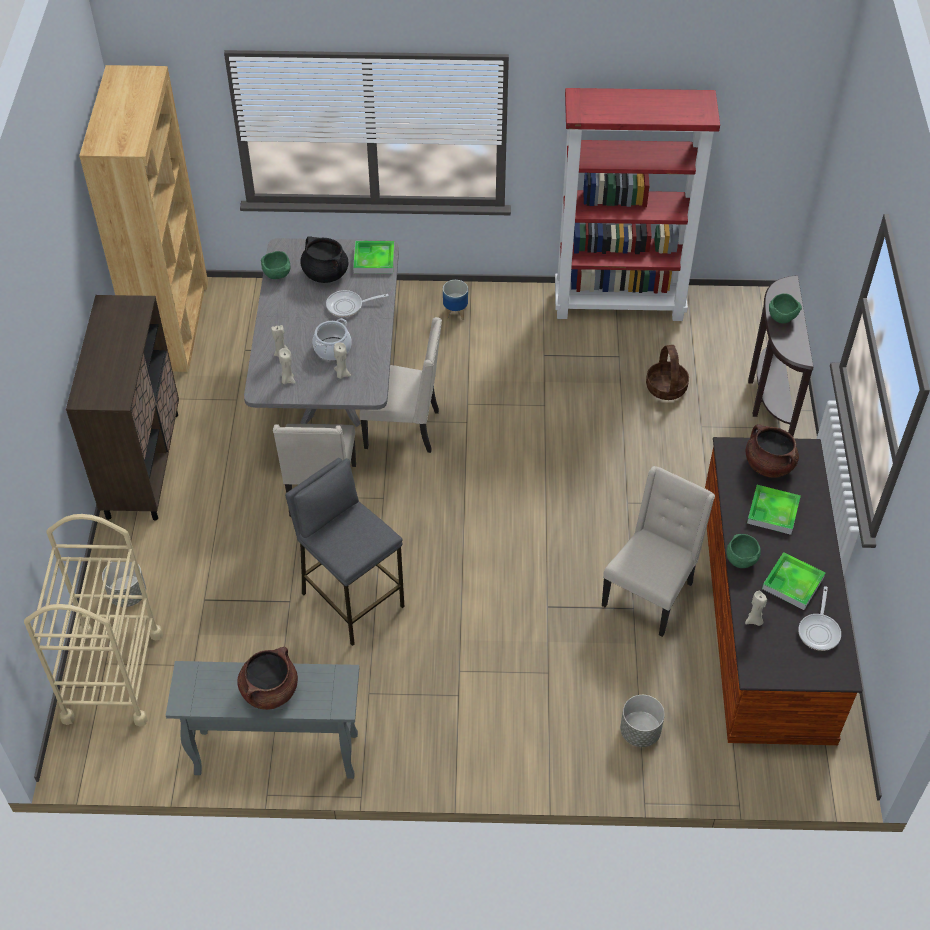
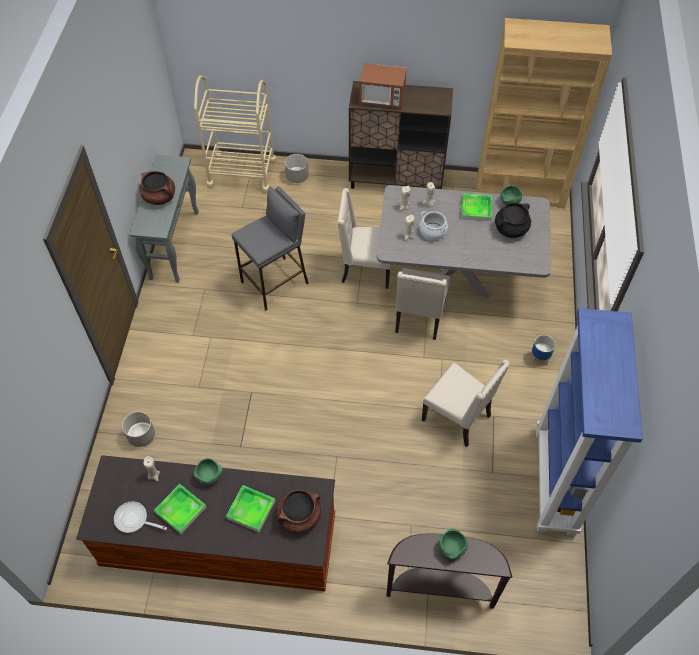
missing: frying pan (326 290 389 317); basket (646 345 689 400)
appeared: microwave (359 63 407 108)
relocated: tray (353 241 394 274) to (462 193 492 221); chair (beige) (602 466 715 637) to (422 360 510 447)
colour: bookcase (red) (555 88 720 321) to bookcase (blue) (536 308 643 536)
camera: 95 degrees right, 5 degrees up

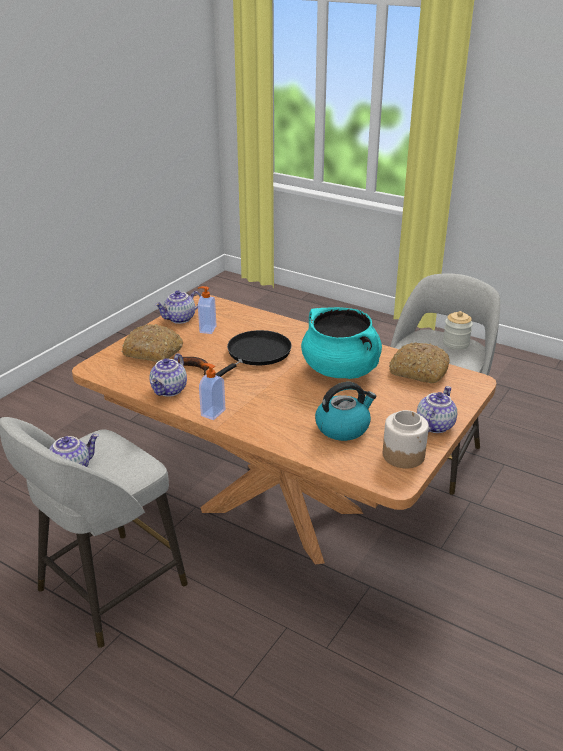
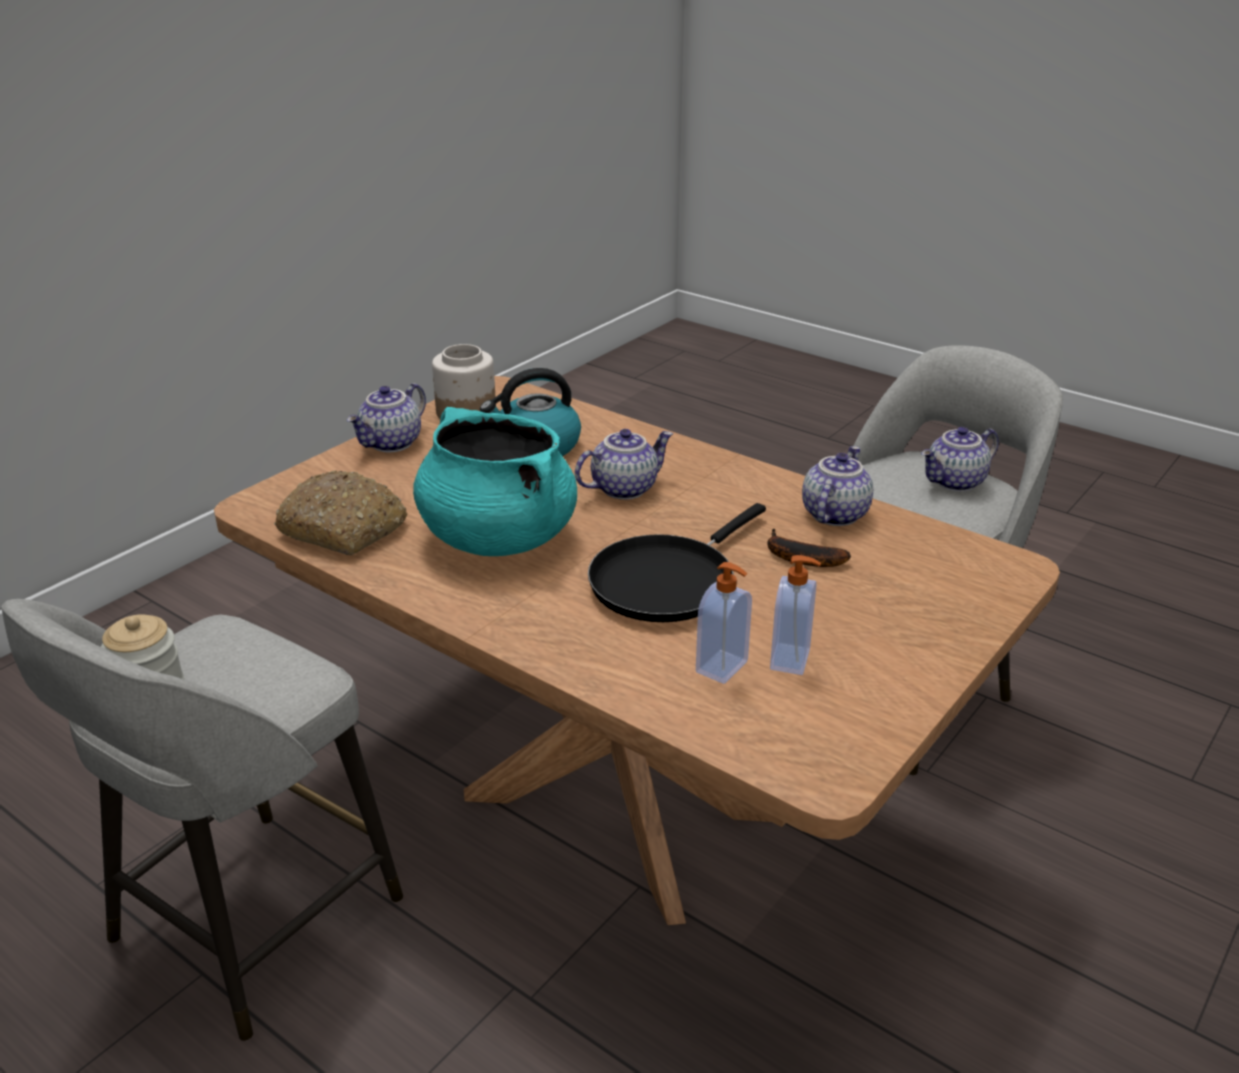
missing: bread (122 324 183 362)
relocated: teapot (155 290 201 324) to (575 429 673 500); soap dispenser (199 363 225 420) to (696 562 752 684)
camera: 175 degrees left, 0 degrees up

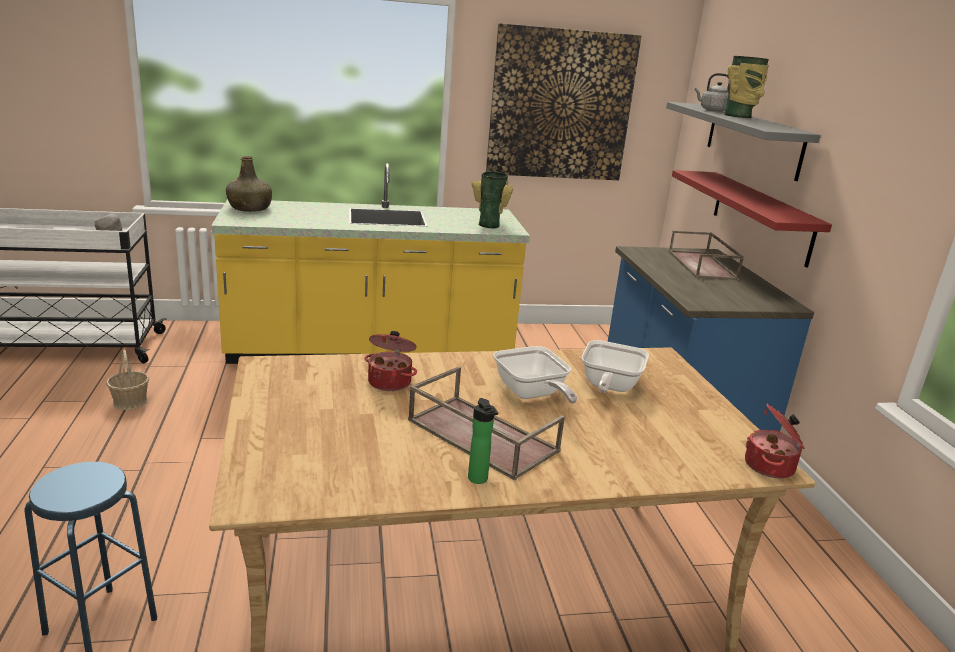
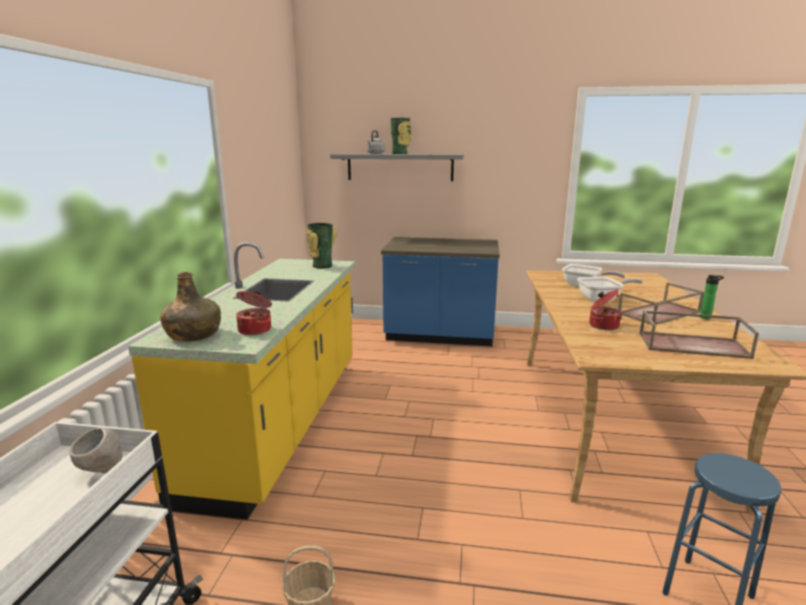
missing: picture (486 23 641 180); shelf (red) (672 170 832 268)
relocated: tray (brown) (669 230 744 280) to (639 310 759 359); cooking pot (745 404 804 479) to (236 290 272 335)
camera: 70 degrees left, 5 degrees down

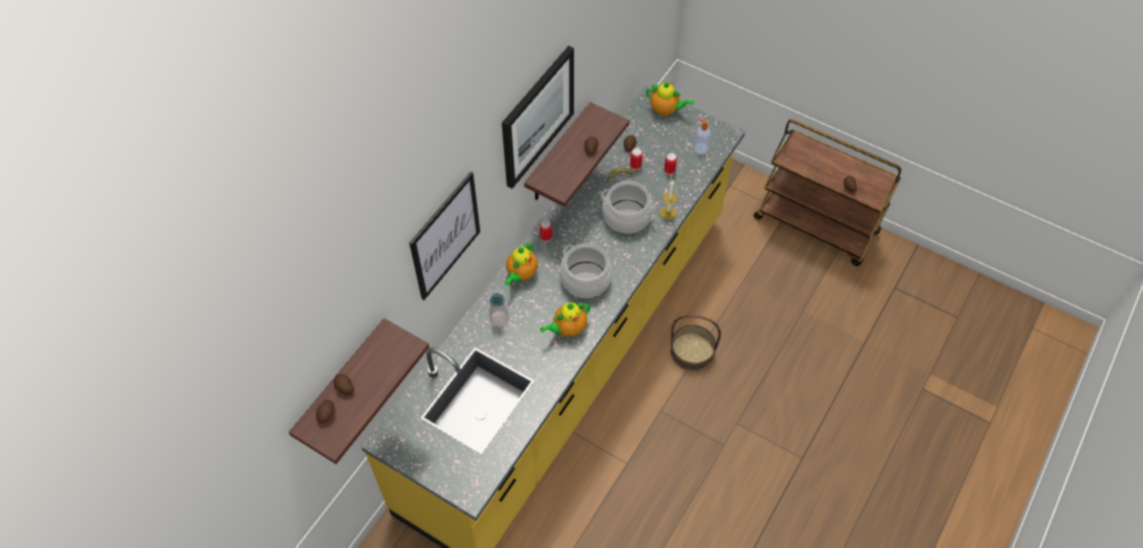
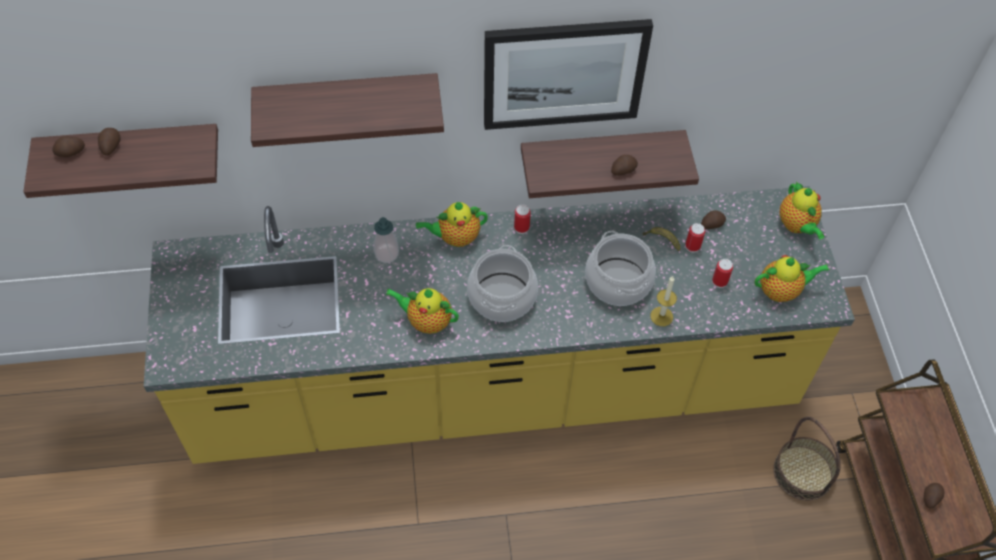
relocated: basket (670 315 721 371) to (773 417 841 501)
exchanged: soap dispenser (694 119 711 154) to teapot (754 255 829 302); picture (409 171 480 300) to shelf (251 73 444 147)
camera: 50 degrees right, 0 degrees up

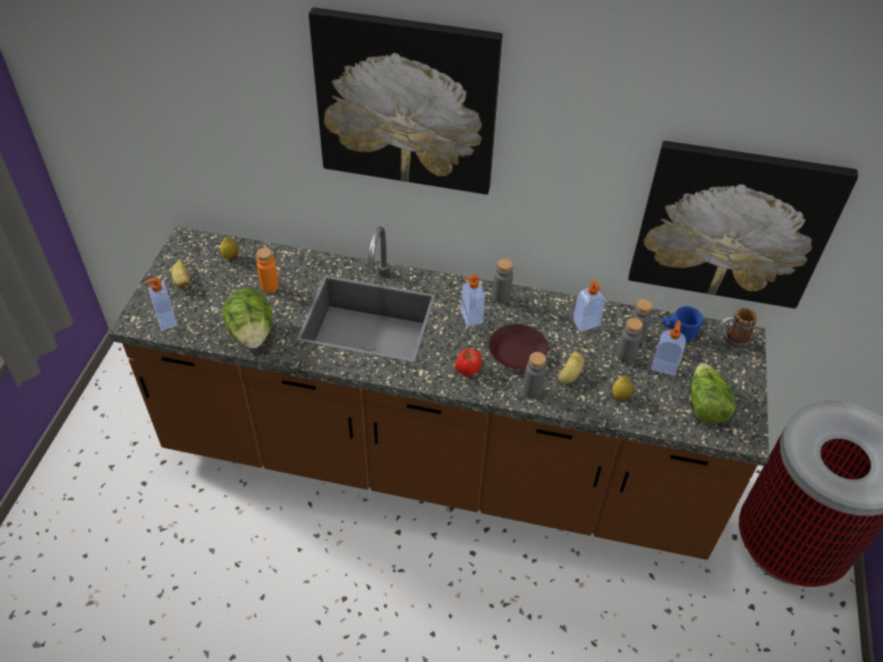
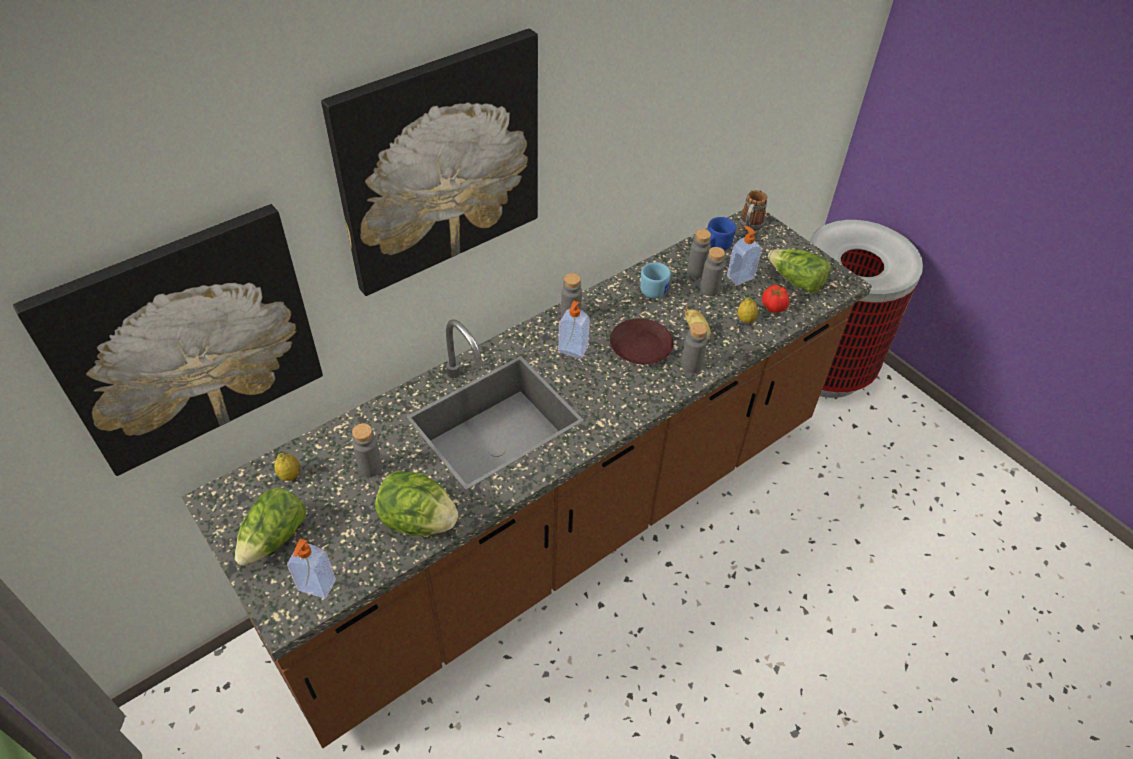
relocated: picture (628 141 858 308) to (13 204 323 476); tomato (455 349 482 376) to (762 285 790 313)
exchanged: banana (171 259 191 289) to lettuce (235 488 306 566); soap dispenser (573 280 605 332) to mug (blue) (640 262 671 298)
colour: bottle (orange) (256 248 279 293) to bottle (grey) (352 423 382 477)
camera: 50 degrees left, 0 degrees up

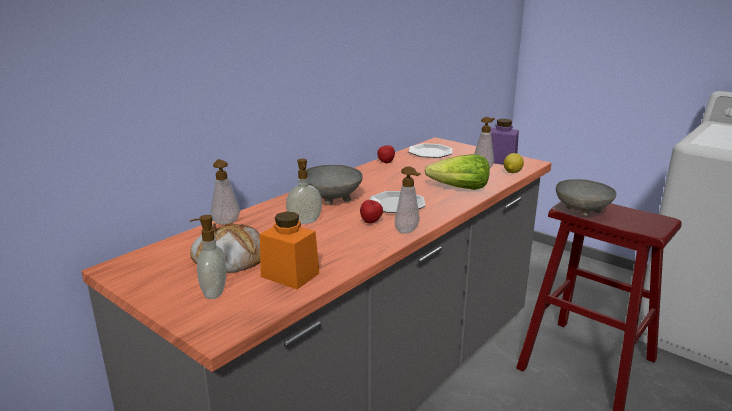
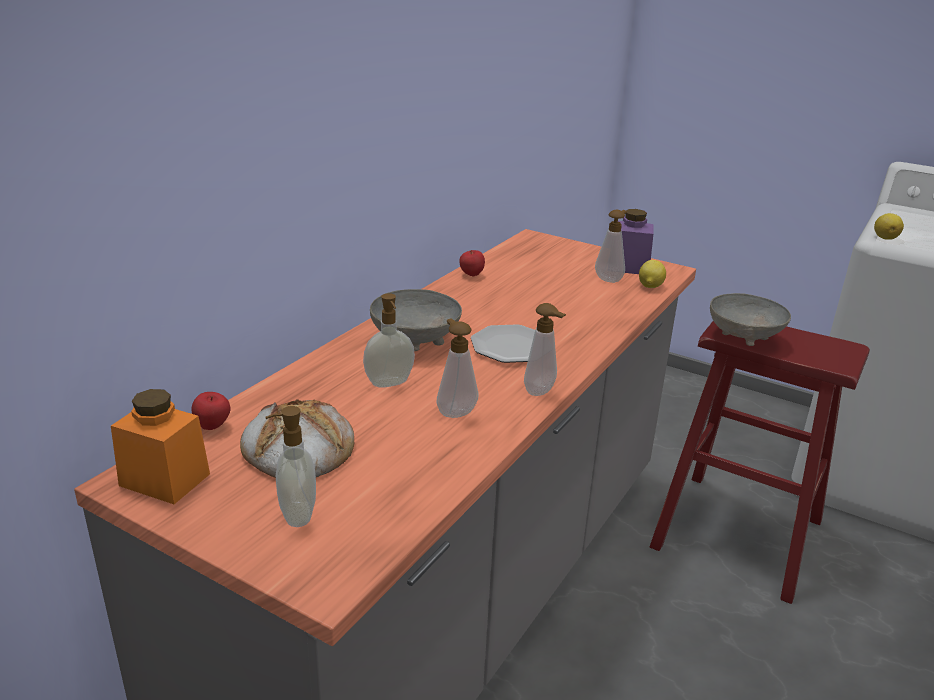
missing: plate (409 143 452 158); lettuce (425 154 490 190)
appeared: lemon (874 213 904 240)
relocated: soap dispenser (210 159 240 225) to (437 318 478 418); apple (360 200 383 224) to (192 392 231 430); jar (orange) (260 212 319 289) to (111 389 210 504)
camera: 10 degrees left, 5 degrees up

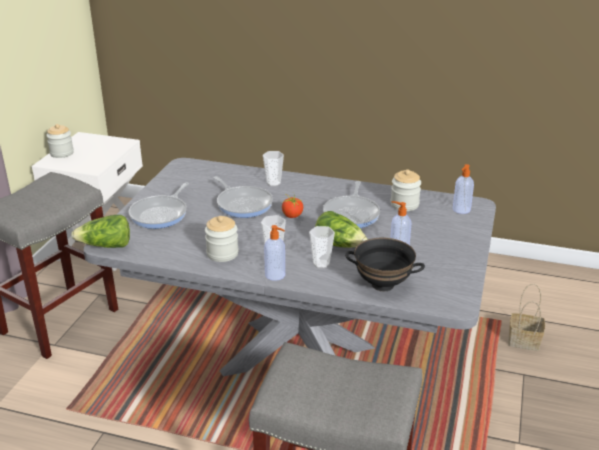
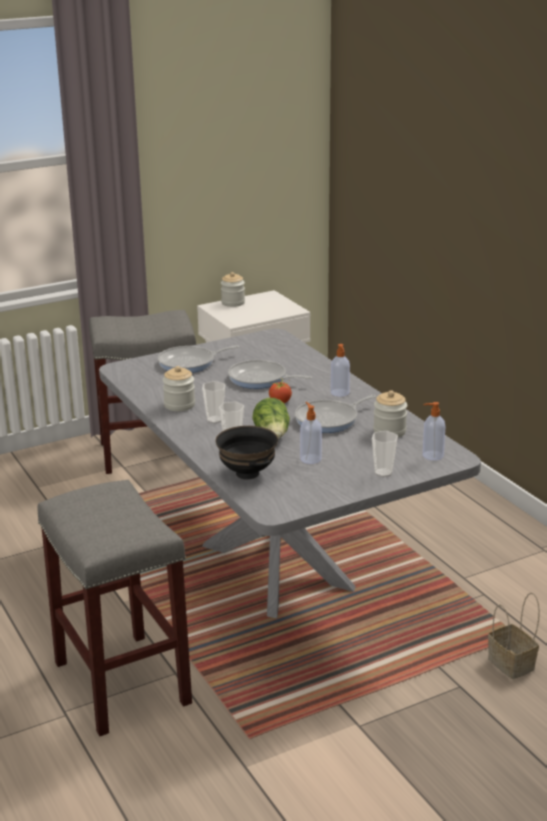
missing: lettuce (71 215 130 248)
relocated: cup (263 151 284 187) to (372 431 398 477); soap dispenser (264 225 285 281) to (331 344 350 396)
spun: frying pan (213 176 273 218) = (228 360 312 389) 105 degrees clockwise
camera: 45 degrees right, 5 degrees down

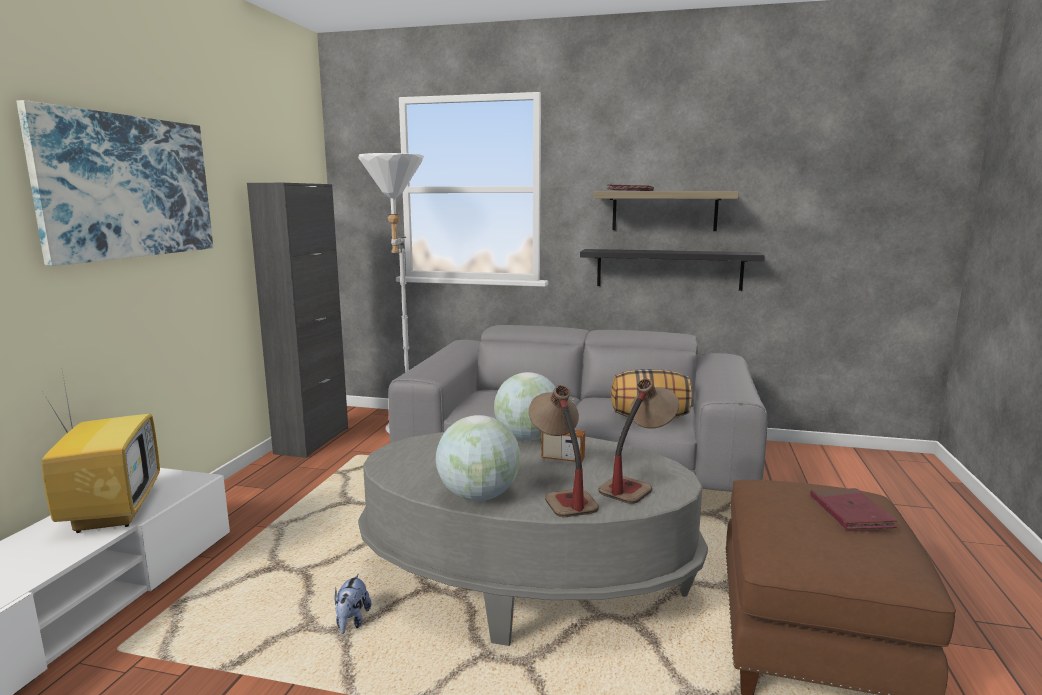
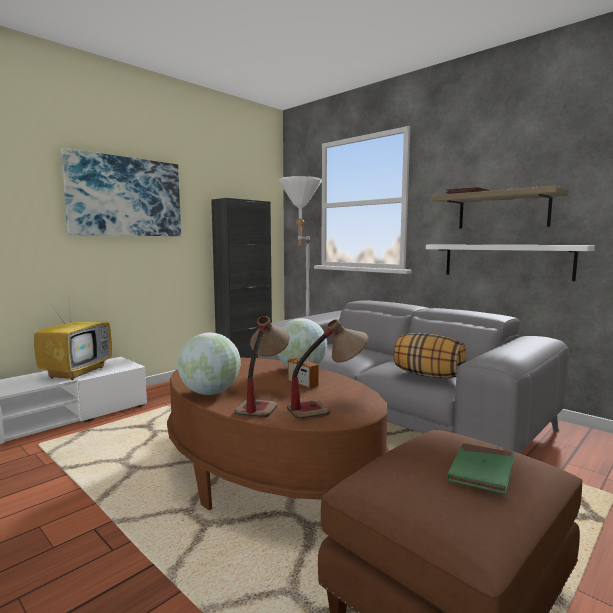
missing: plush toy (335 574 371 634)
colour: shelf (black) (580 249 765 291) to shelf (white) (426 245 595 281); coffee table (grey) (358 432 708 646) to coffee table (brown) (167 358 390 510); book (red) (810 488 897 530) to book (green) (447 443 513 494)
camera: 30 degrees right, 5 degrees down

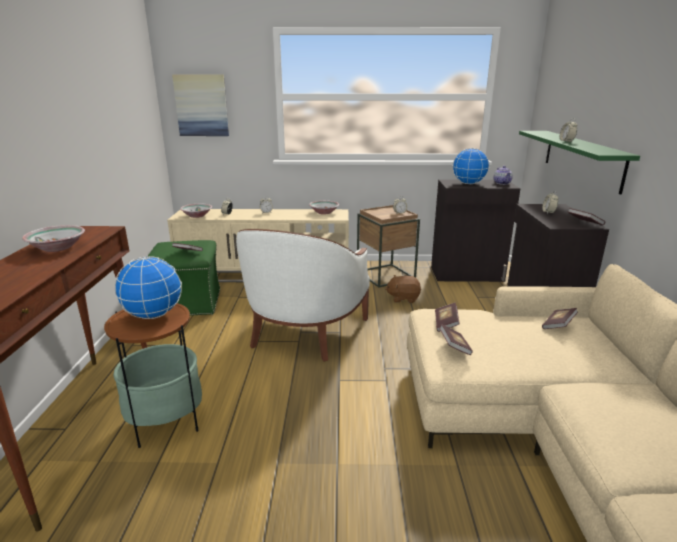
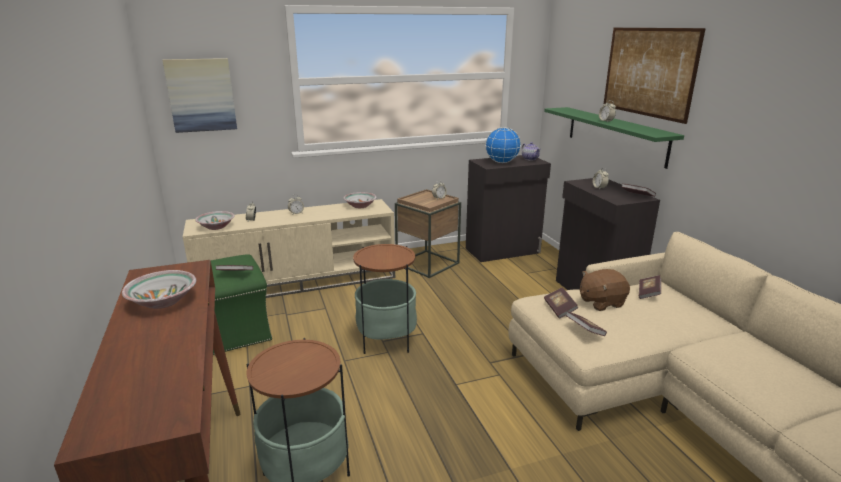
missing: globe (115 256 182 319)
appeared: picture (603 28 706 124)
relocated: plush toy (brown) (385 275 421 303) to (580 269 630 311)
exchanged: armchair (white) (236 229 370 361) to side table (353 244 417 354)
camera: 20 degrees left, 0 degrees up

